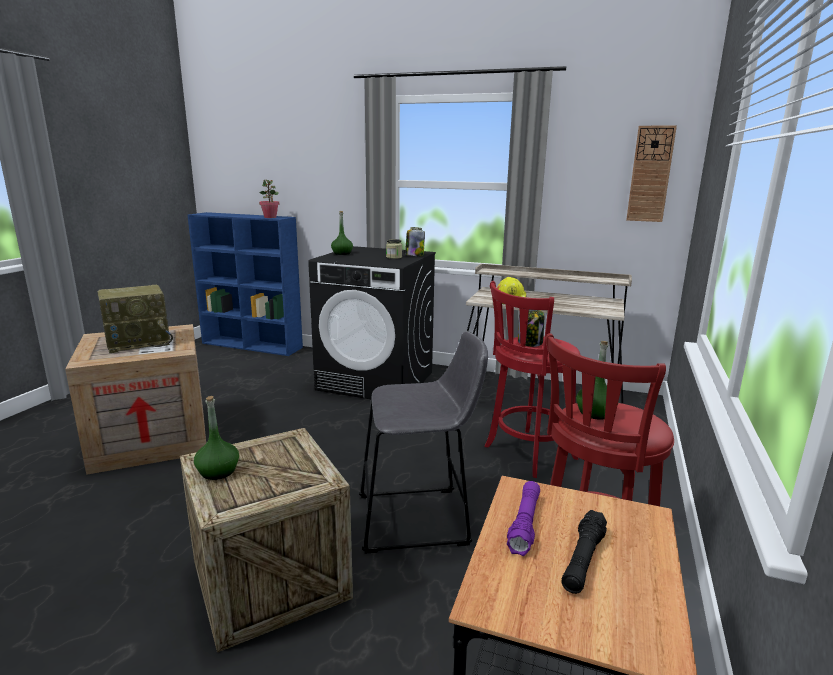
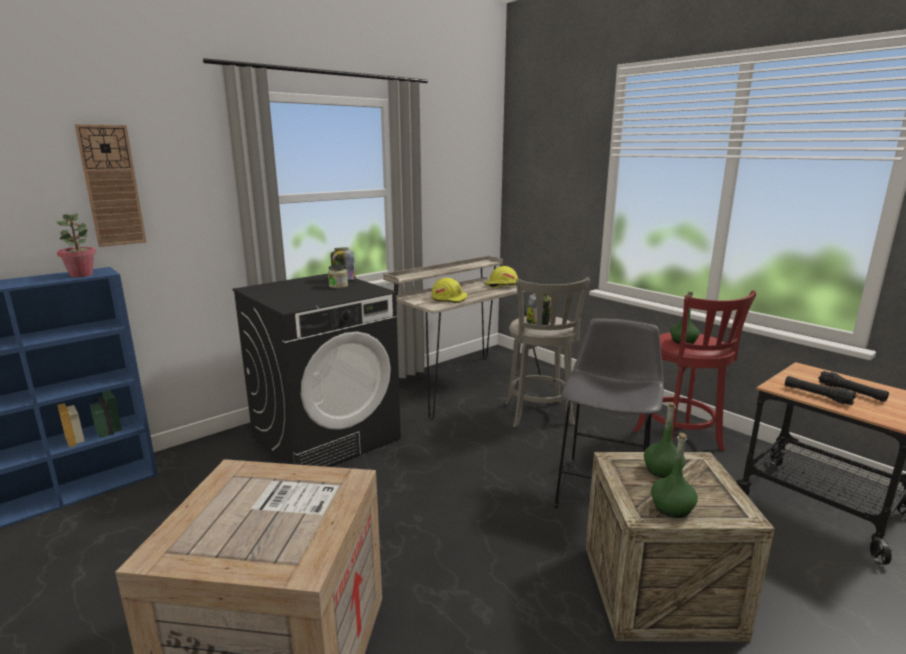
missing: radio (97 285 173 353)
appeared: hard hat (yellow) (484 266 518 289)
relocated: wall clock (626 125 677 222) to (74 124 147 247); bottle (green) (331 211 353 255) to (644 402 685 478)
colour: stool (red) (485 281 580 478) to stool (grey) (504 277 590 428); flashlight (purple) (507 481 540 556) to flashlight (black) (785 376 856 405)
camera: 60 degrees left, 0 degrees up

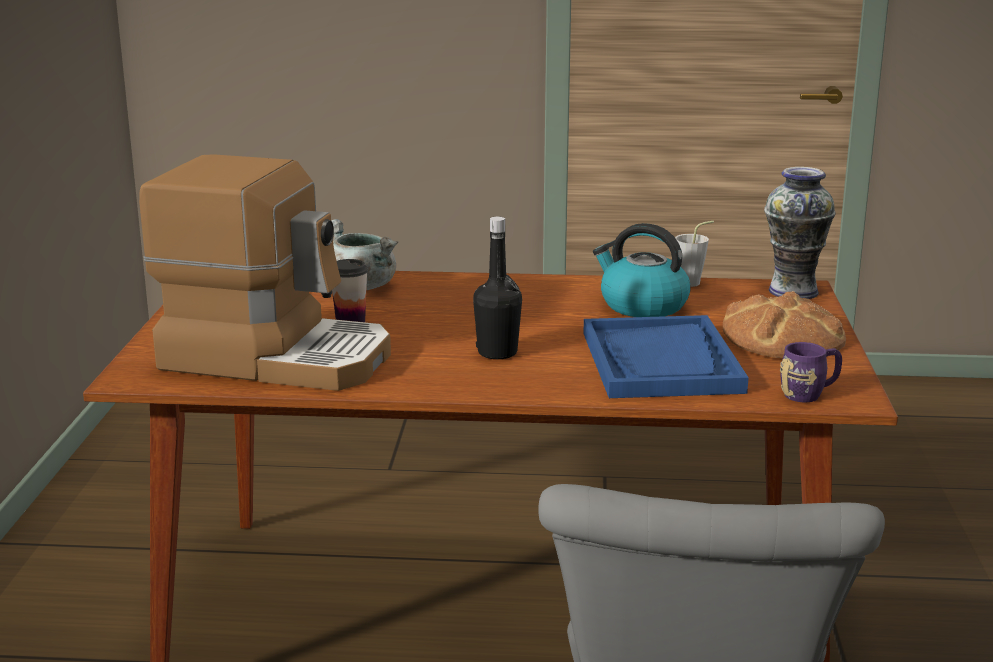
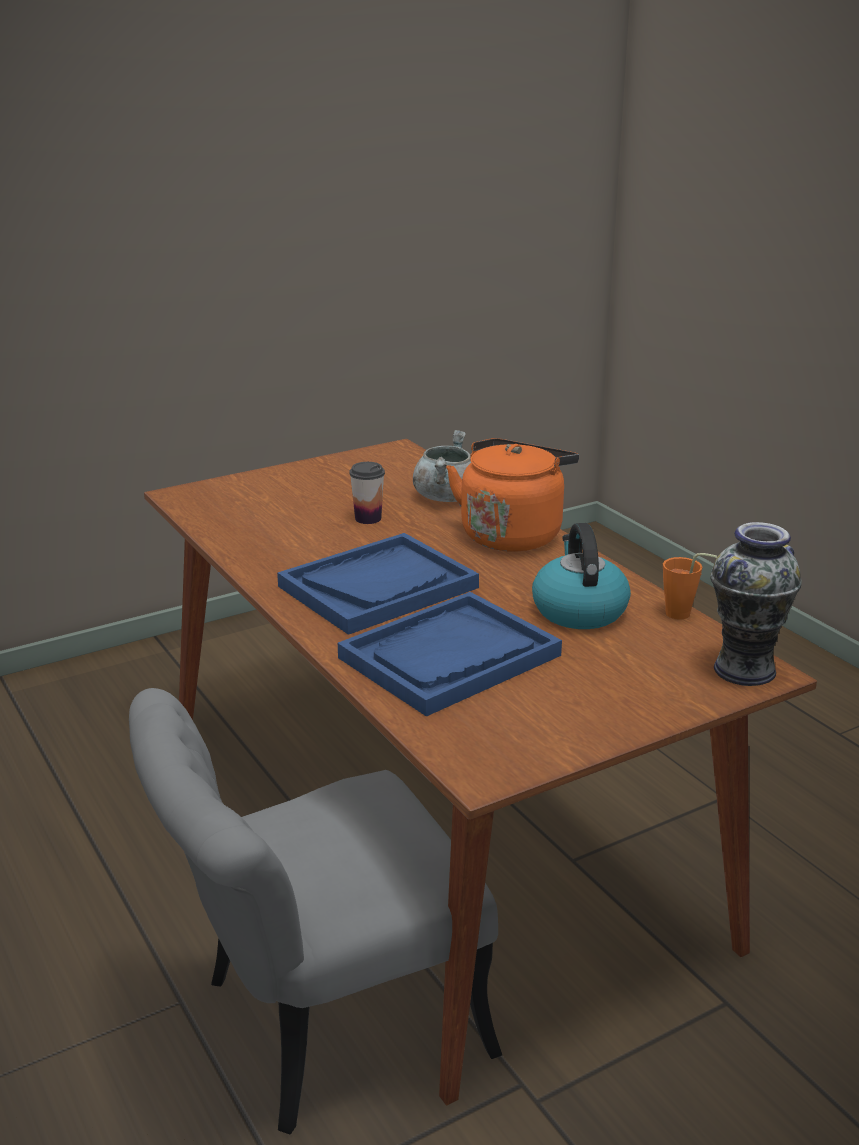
missing: coffee machine (139 154 391 391); bread (723 291 846 359); mug (purple) (780 342 842 402)
appeared: kettle (orange) (446 438 579 551)
exchanged: bottle (black) (473 217 522 359) to tray (blue) (277 533 479 635)
colour: cup (grey) (675 221 714 287) to cup (orange) (663 553 718 620)
camera: 55 degrees right, 5 degrees up

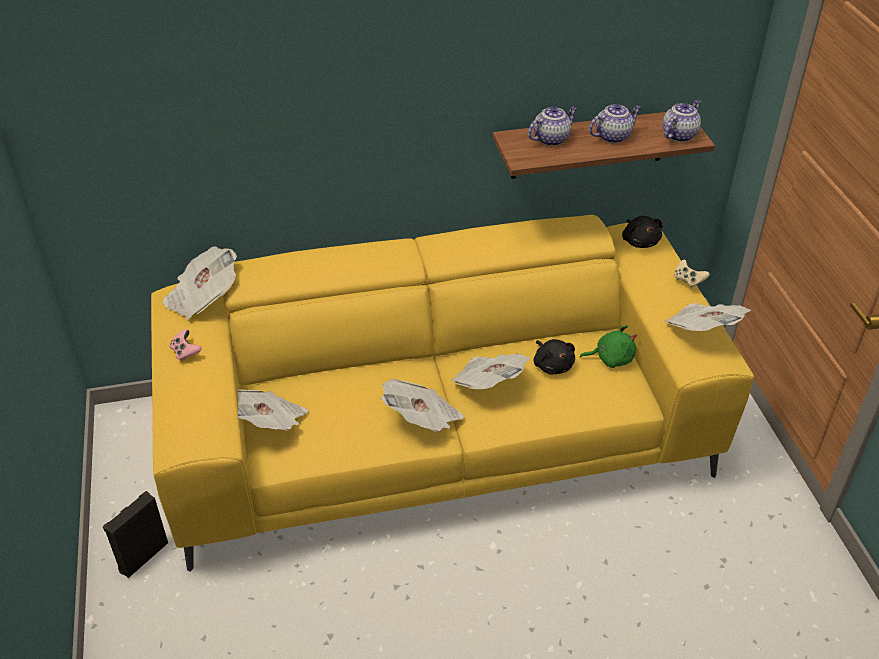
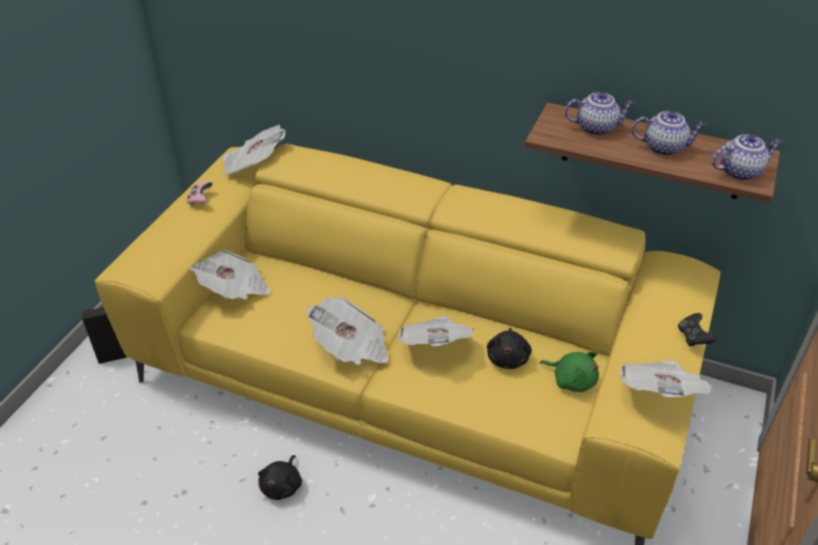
relocated: plush toy (black) (622 216 663 248) to (258 455 302 500)
colour: game controller (beige) (674 260 710 288) to game controller (black) (678 313 717 347)
camera: 35 degrees right, 0 degrees up

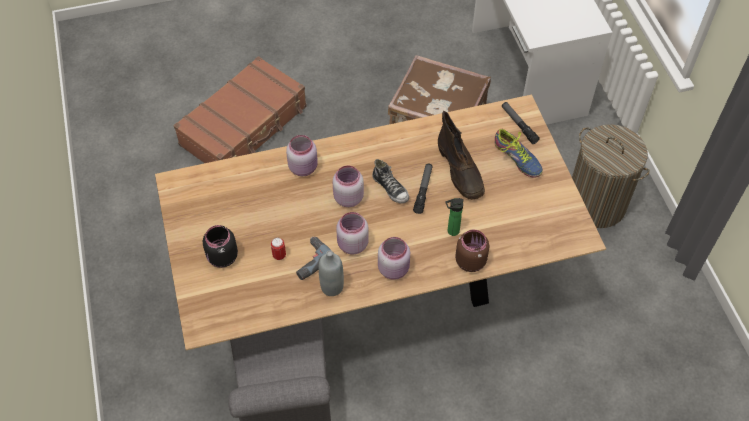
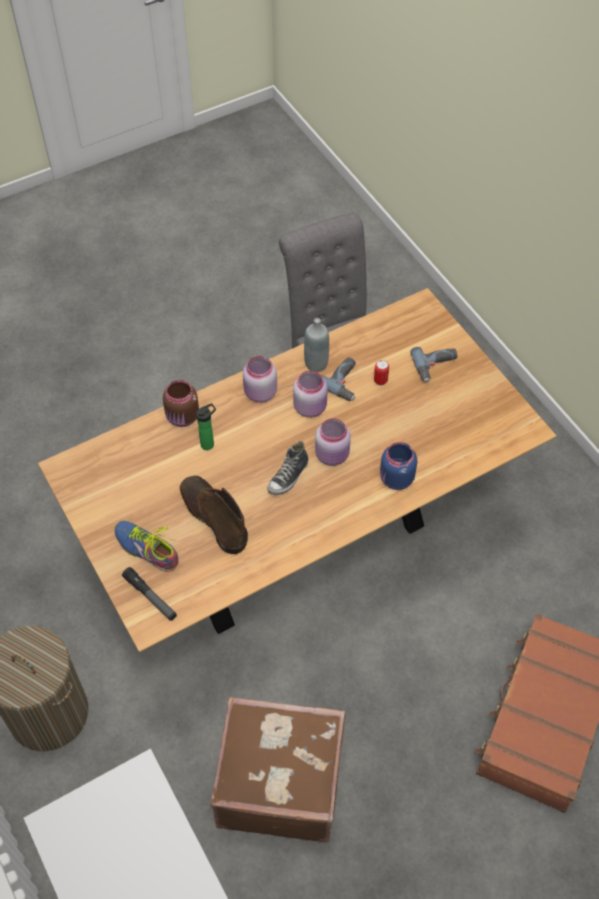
missing: flashlight (413 164 433 214)
exchanged: jar (black) (203 225 238 268) to power drill (410 347 457 383)
colour: jar (pink) (286 135 318 176) to jar (blue) (380 442 417 490)
spun: shoe (372 159 409 204) = (267 441 309 495) 90 degrees counterclockwise
camera: 165 degrees right, 0 degrees up

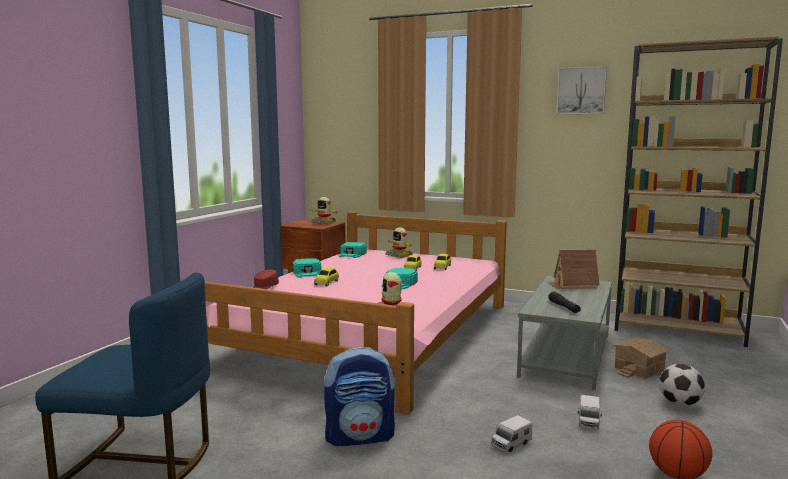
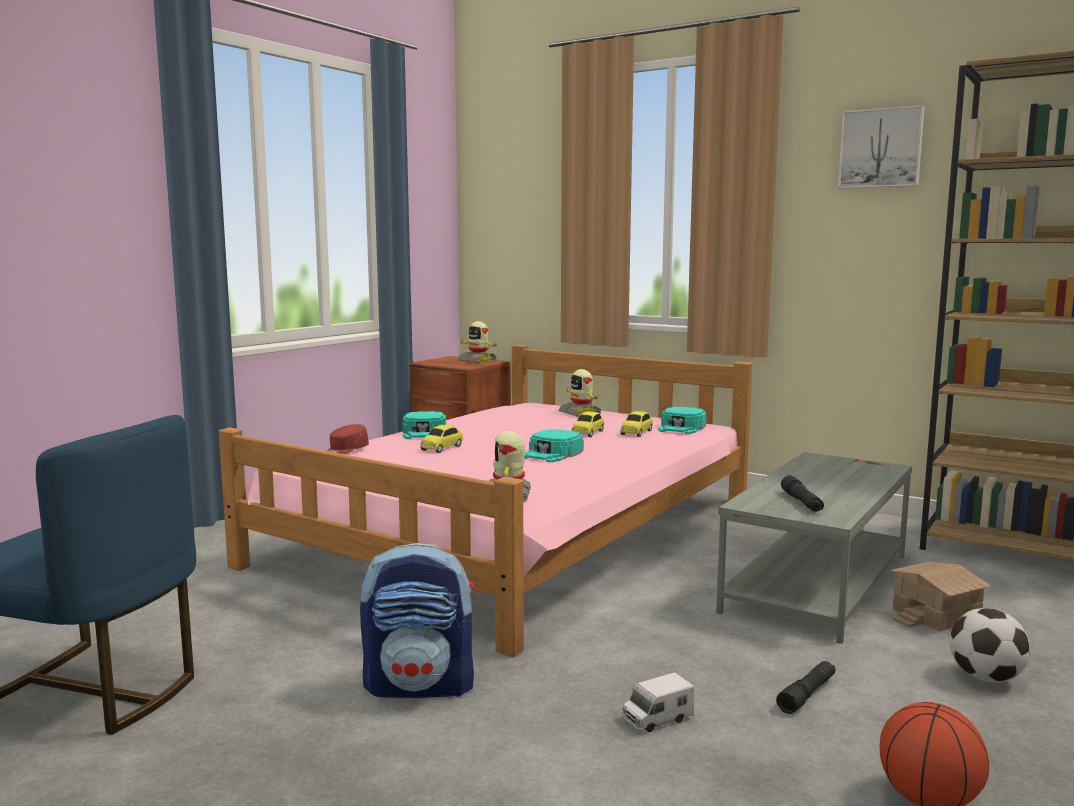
missing: toy house (548 249 599 289)
relocated: cap (turquoise) (338 242 367 258) to (658 407 706 434)
exchanged: toy truck (578 395 602 430) to flashlight (black) (776 661 836 714)
camera: 10 degrees right, 0 degrees up

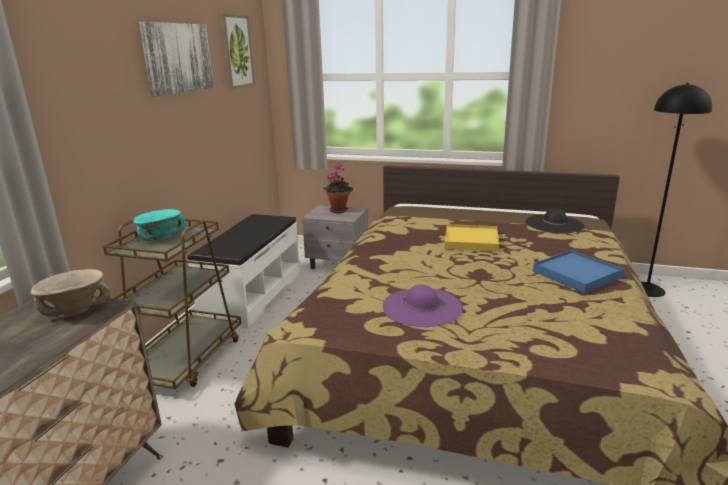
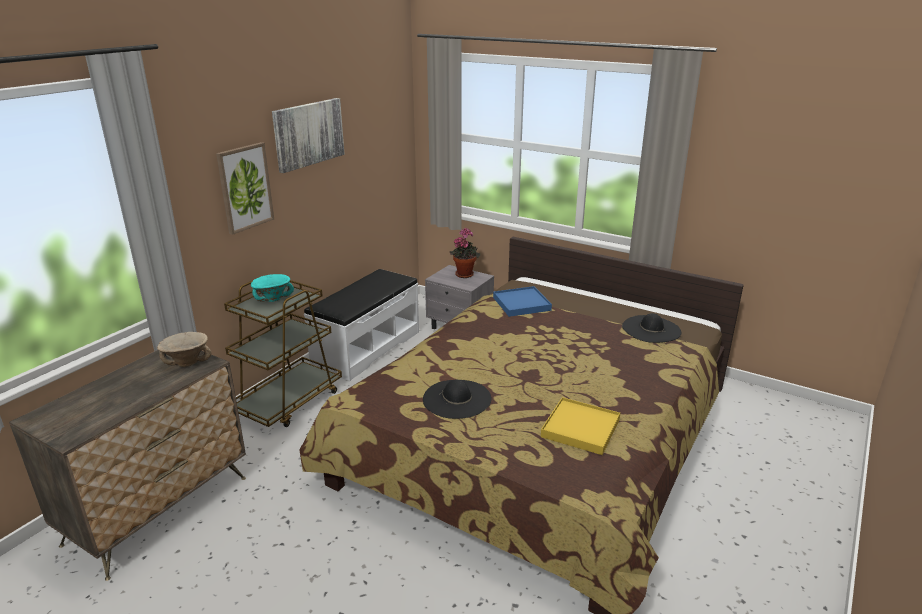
missing: floor lamp (black) (641 83 712 297)
relocated: picture (220 13 255 89) to (216 142 274 235); tray (yellow) (444 224 499 252) to (541 397 620 455); tray (blue) (533 250 624 293) to (493 286 552 317)
colour: hat (purple) (383 284 463 327) to hat (black) (423 379 492 419)
camera: 15 degrees right, 5 degrees up

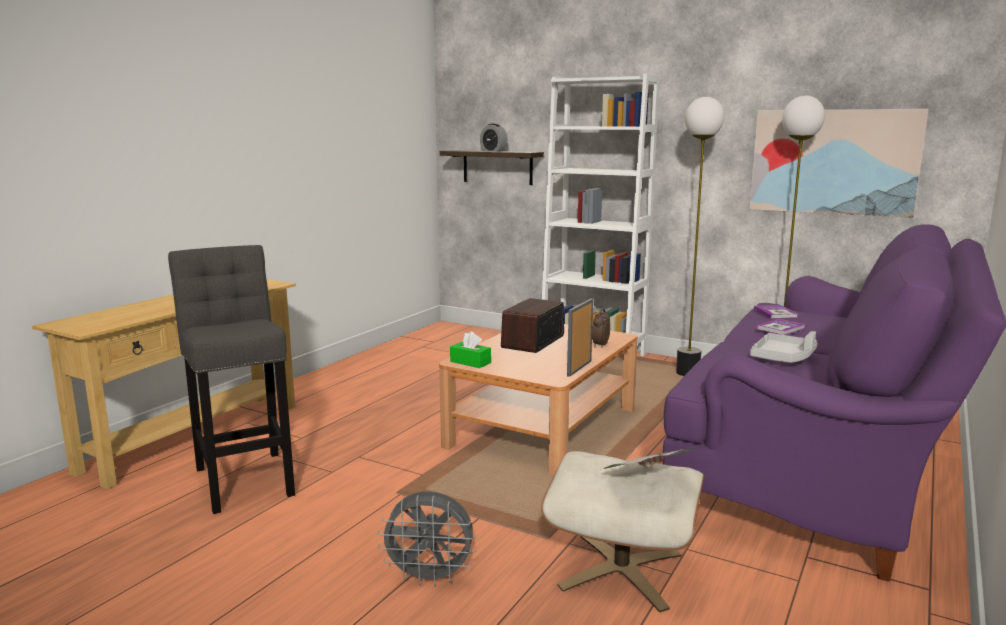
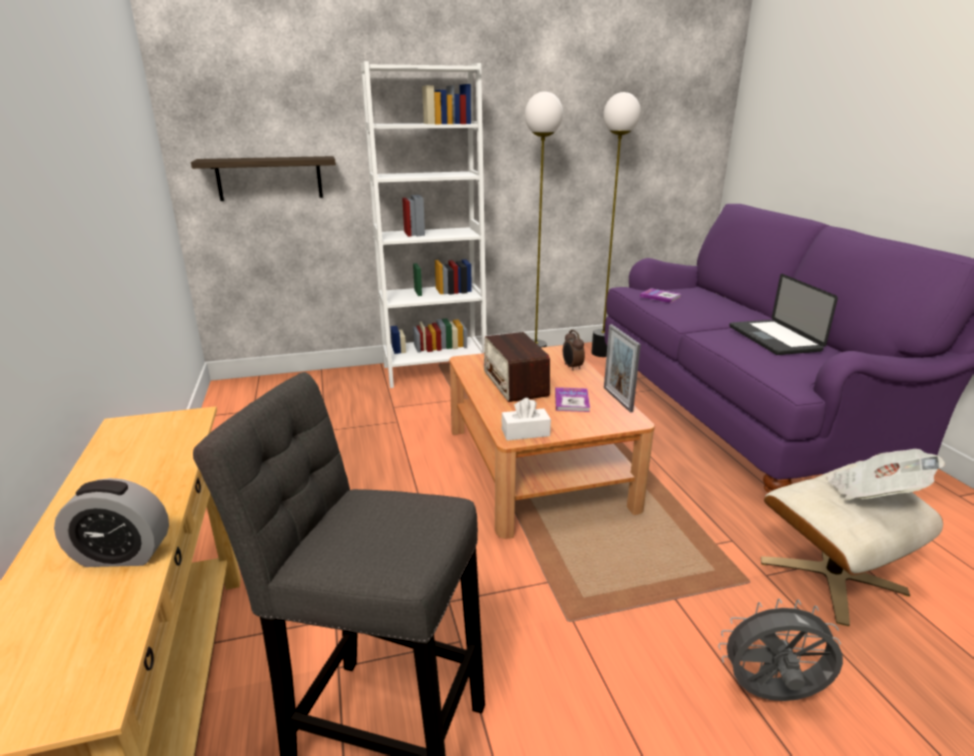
missing: picture (749 109 929 218)
relocated: alarm clock (480 124 508 152) to (54 478 169 567); book (756 319 805 335) to (555 387 590 412)
exchanged: tray (grey) (750 331 817 363) to laptop (729 274 838 355)
colour: tissue box (green) (450 332 491 368) to tissue box (white) (502 398 551 441)
spun: fan (grey) (377 491 477 587) = (718 598 843 701) 135 degrees counterclockwise
camera: 45 degrees left, 10 degrees up

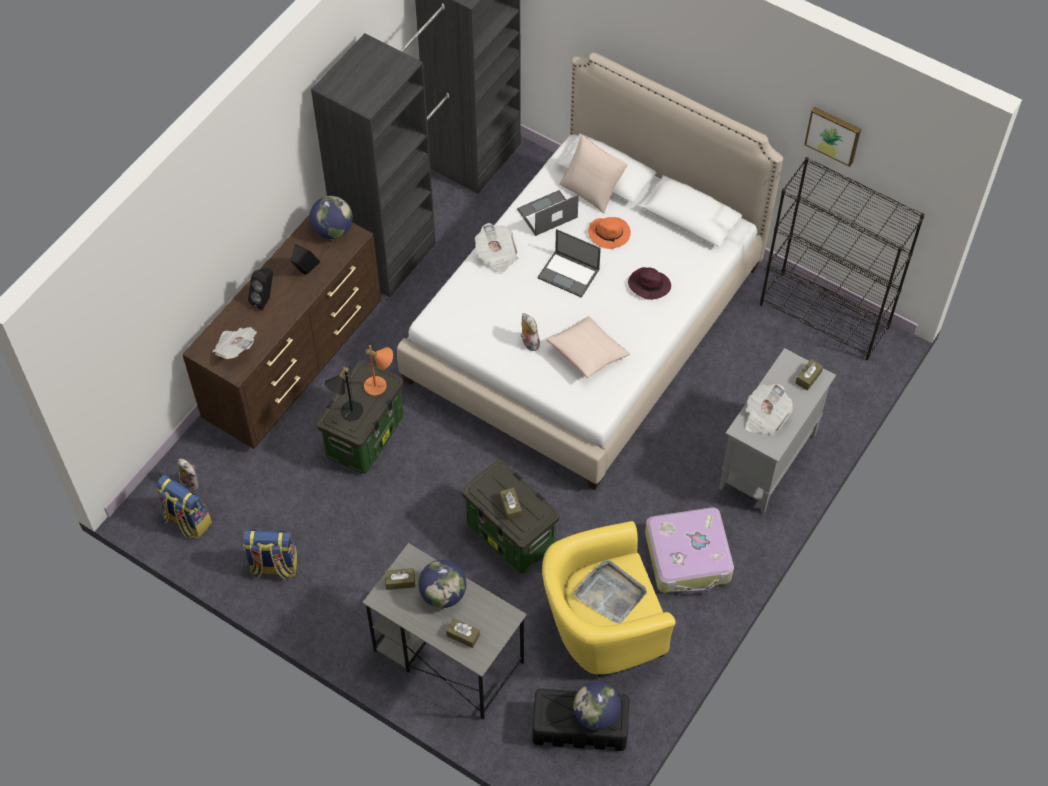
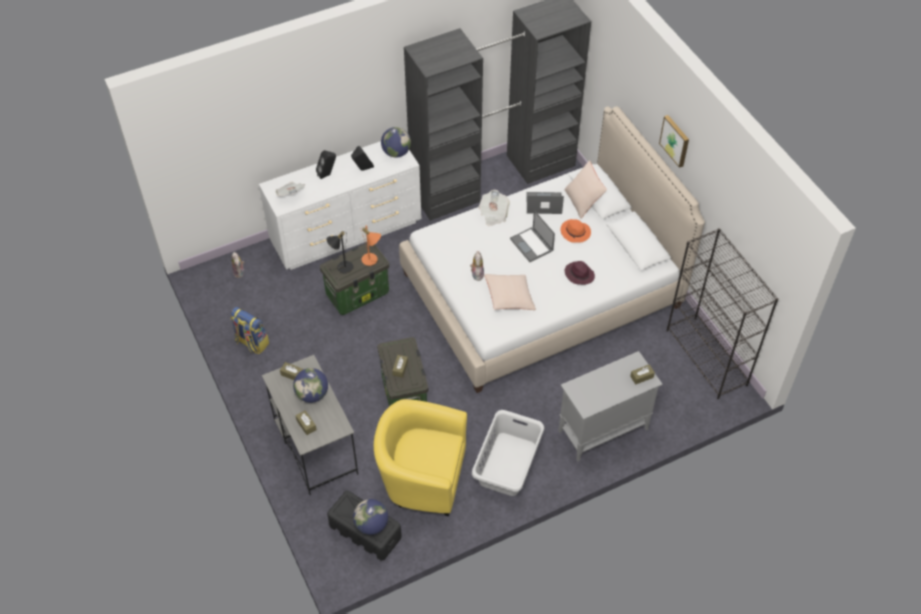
missing: newspaper (745 384 793 435); backpack (156 475 212 539); tray (grey) (573 560 647 624)
relocated: picture (804 107 861 167) to (659 115 689 168)
exchanged: suitcase (645 507 734 593) to laundry basket (grey) (472 410 545 496)
colour: dresser (brown) (182 214 381 449) to dresser (white) (259 141 422 270)
camera: 30 degrees right, 5 degrees down

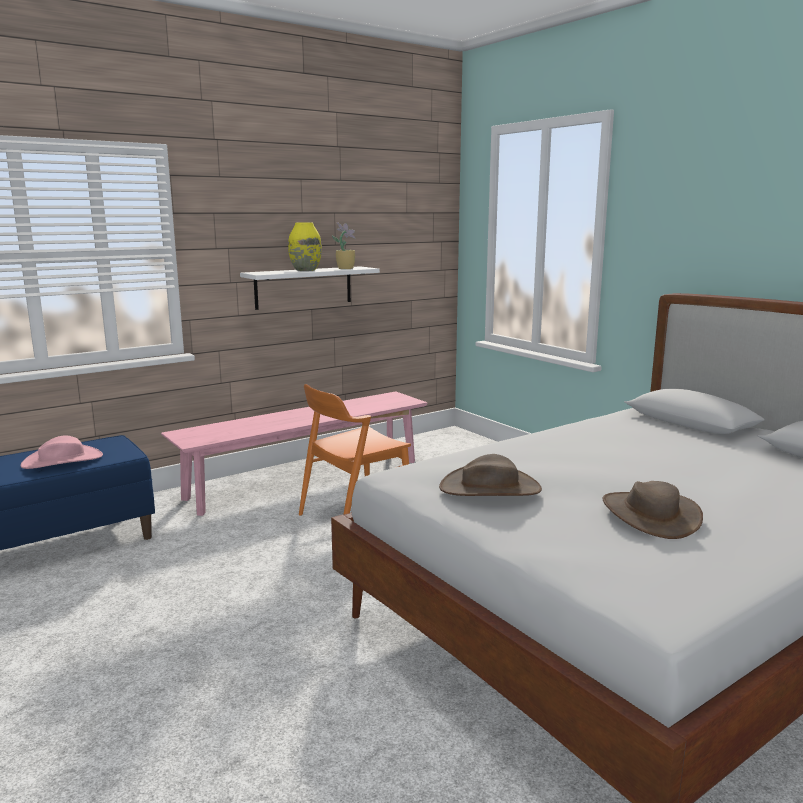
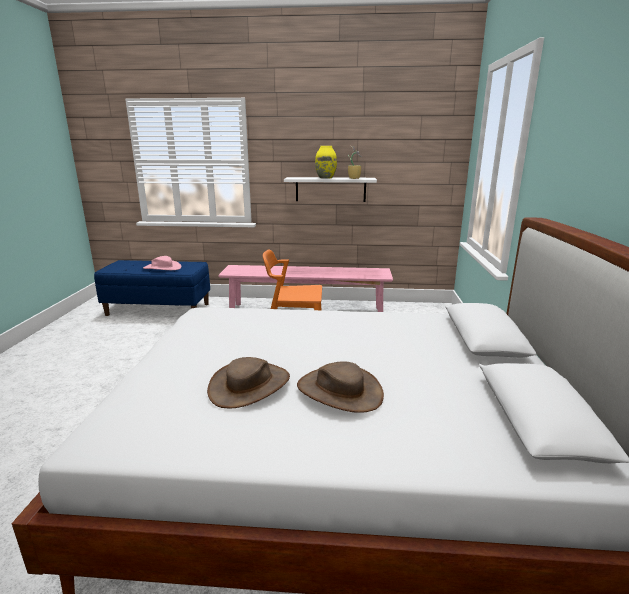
relocated: hat (brown) (439 454 542 496) to (297 361 384 413)
camera: 40 degrees right, 5 degrees up

